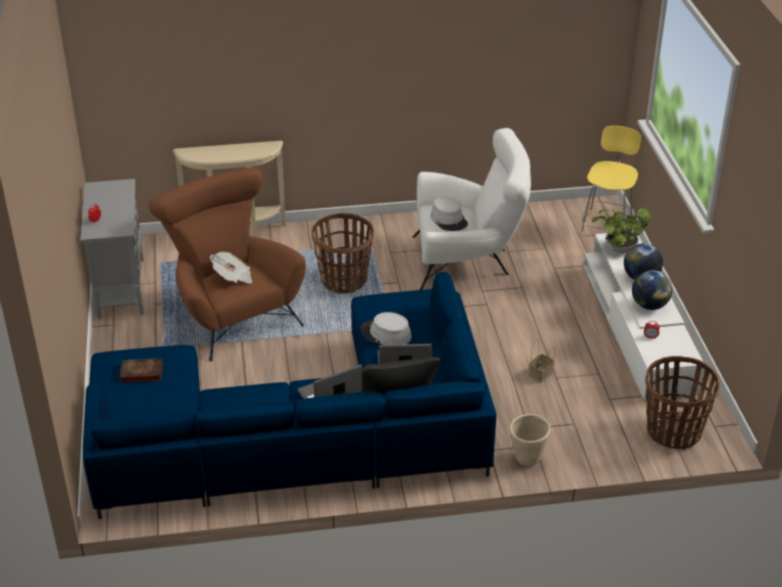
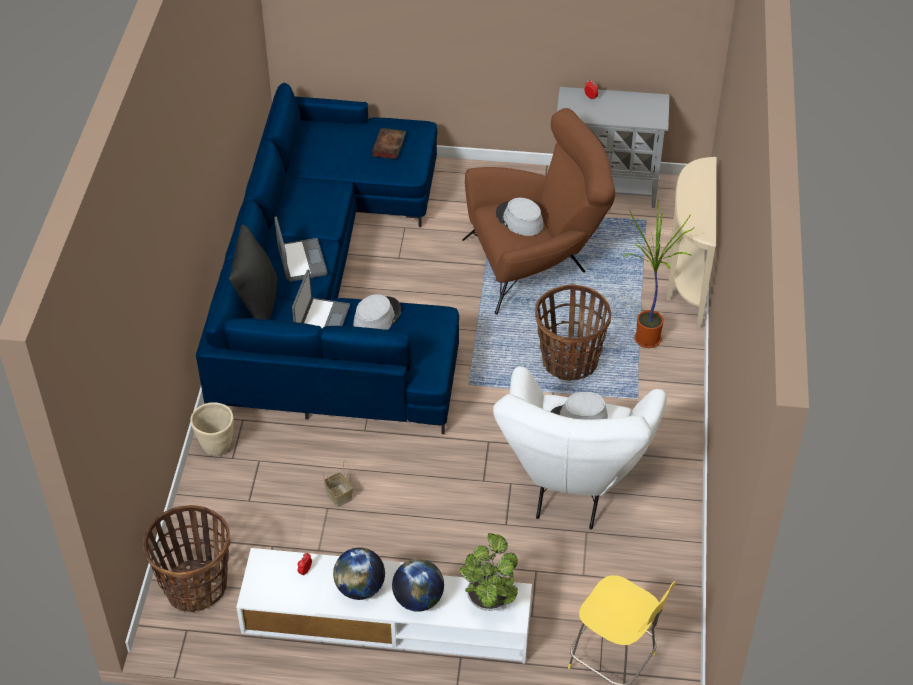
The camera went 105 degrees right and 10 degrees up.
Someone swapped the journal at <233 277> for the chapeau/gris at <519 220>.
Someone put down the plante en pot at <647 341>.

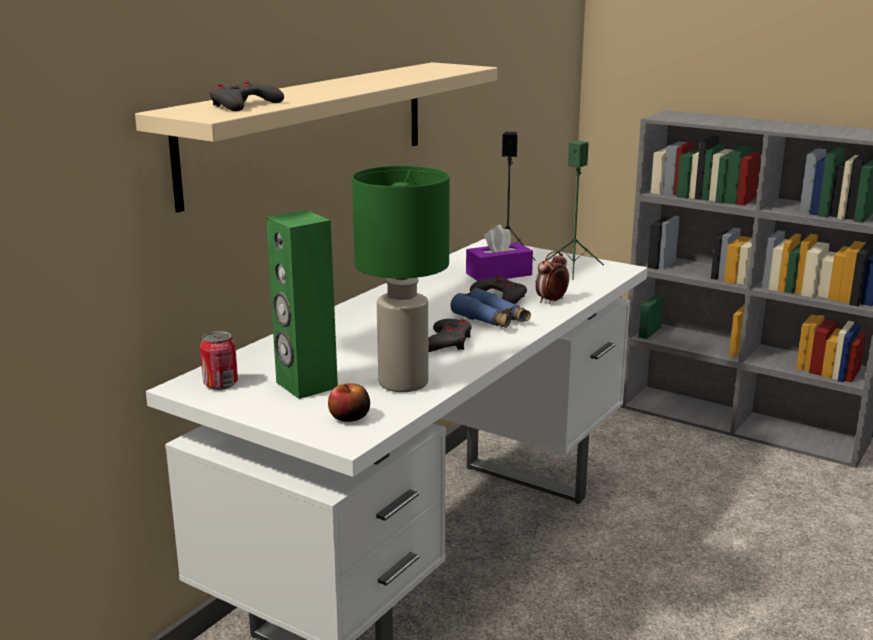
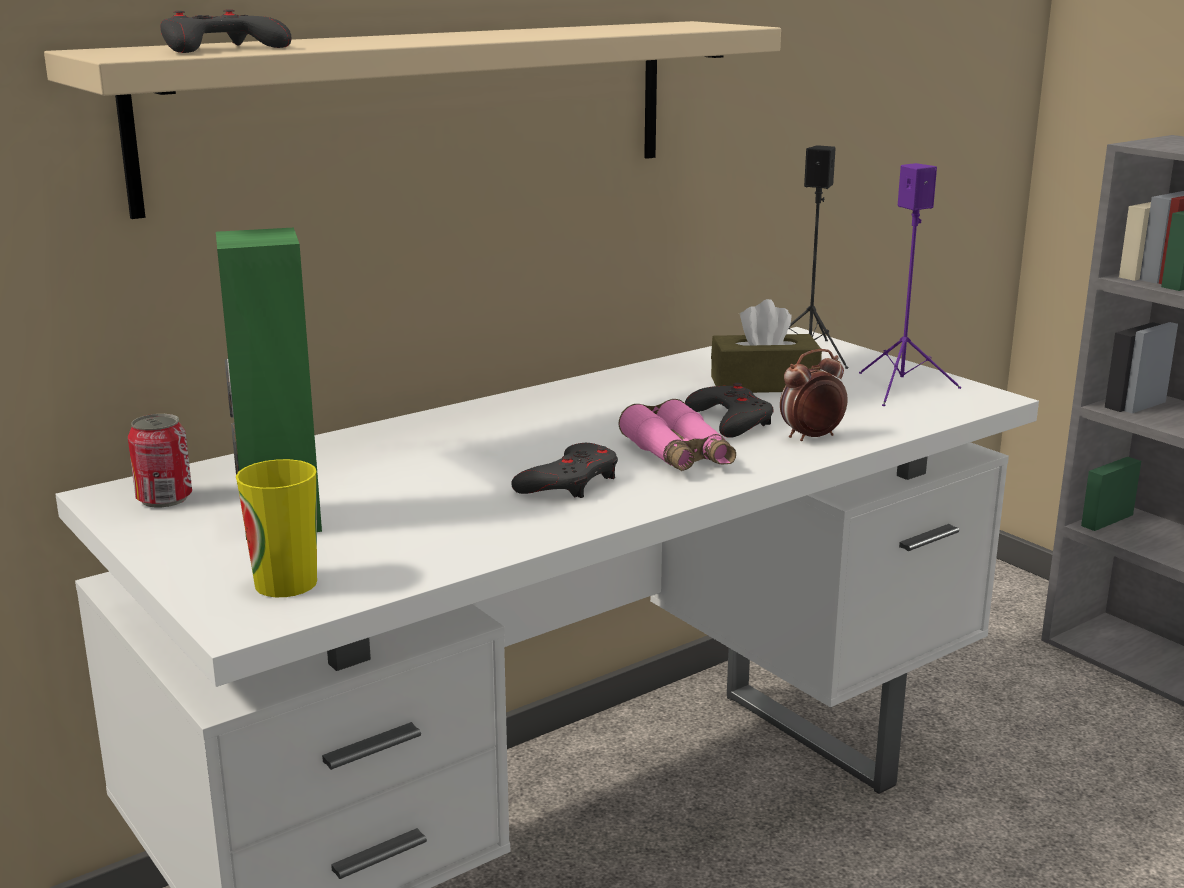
The camera went 20 degrees right and 0 degrees up.
Someone repainted the enceinte/vert at <574 268>, which became the enceinte/violet at <902 388>.
Someone took away the lampe de table/vert at <402 383>.
Someone repainted the boîte à mouchoirs/violet at <499 274>, which became the boîte à mouchoirs/marron at <764 384>.
Someone repainted the jumelles/bleu at <491 320>, which became the jumelles/rose at <678 455>.
Someone swapped the pomme at <349 417> for the tasse at <286 583>.

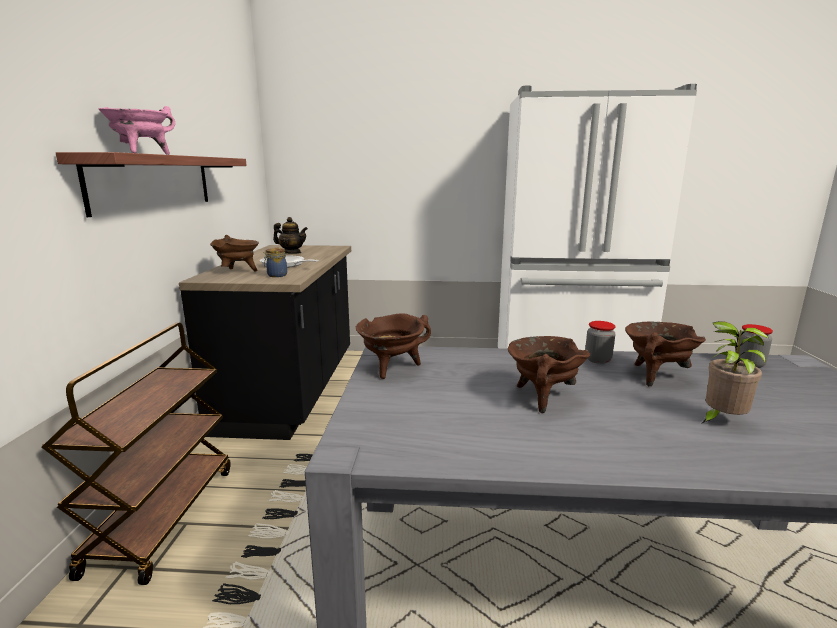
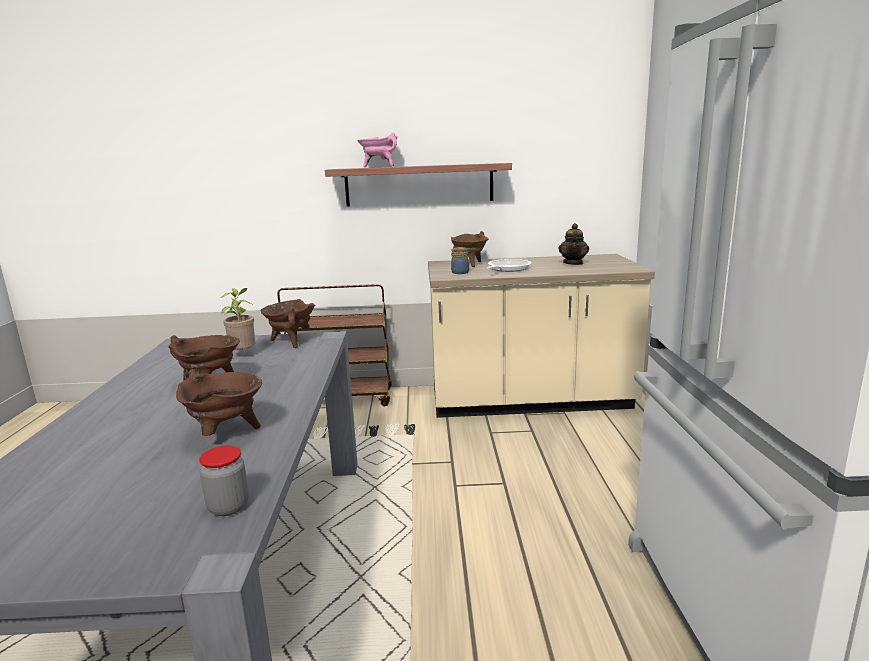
The camera went 85 degrees right and 0 degrees up.
Someone repainted the comptoir de cuisine/noir at <292 390>, which became the comptoir de cuisine/beige at <530 400>.
Someone took away the bocal at <597 360>.
Someone carried the plante en pot from <721 420> to <244 355>.

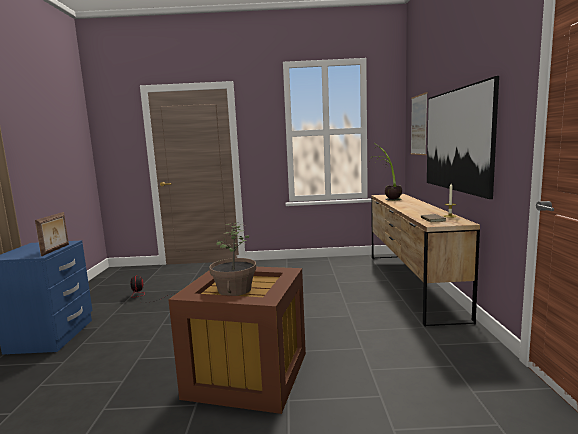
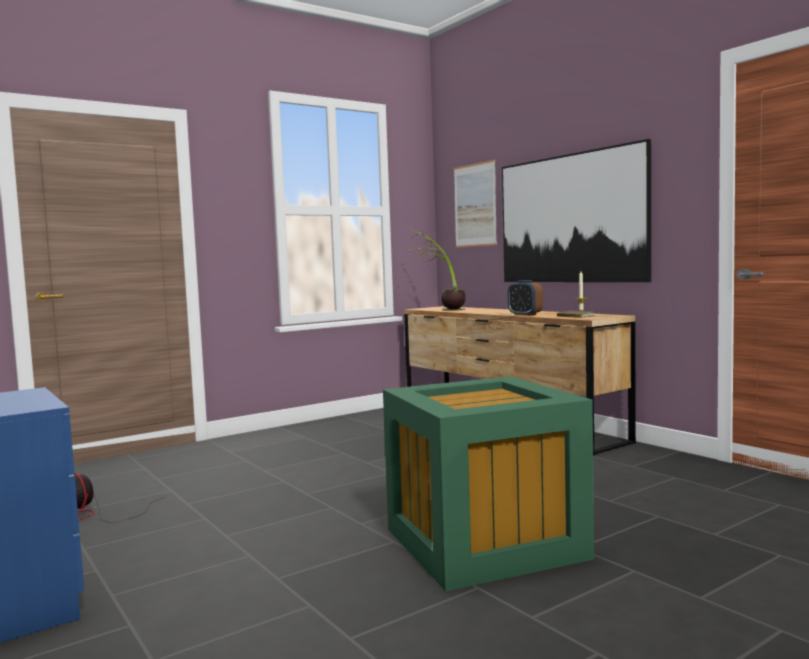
The camera went 35 degrees left and 5 degrees down.
Someone took away the cadre photo at <56 250>.
Someone took away the plante en pot at <234 290>.
Someone repainted the boîte de rangement/marron at <247 373>, which became the boîte de rangement/vert at <481 543>.
Someone put down the réveil at <525 315>.

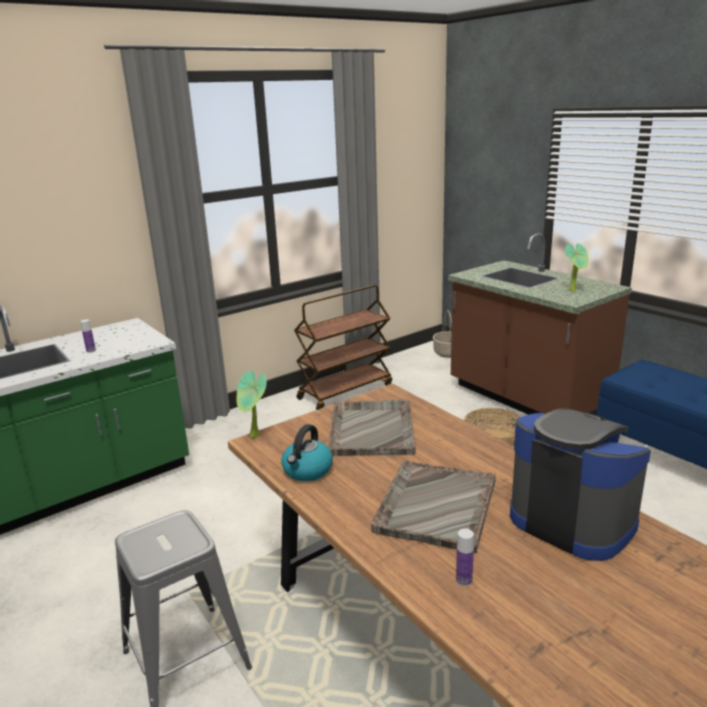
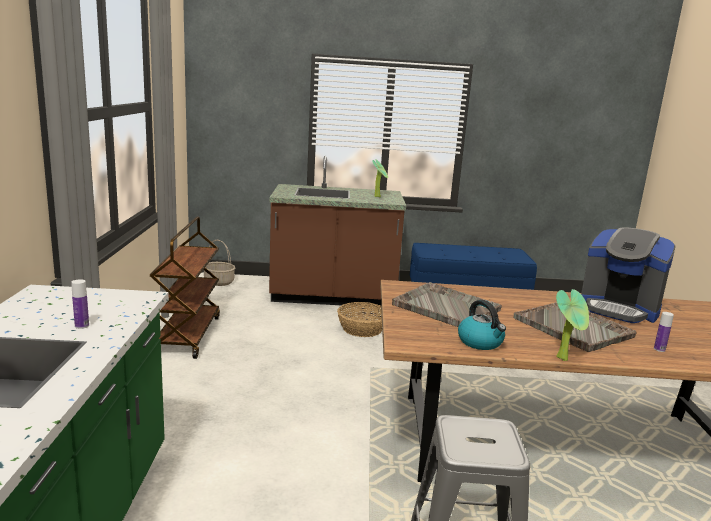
The camera went 55 degrees left and 5 degrees down.
Someone carried the plante en pot from <255 437> to <565 358>.
Someone rotated the machine à café at <571 520> by 135 degrees counterclockwise.

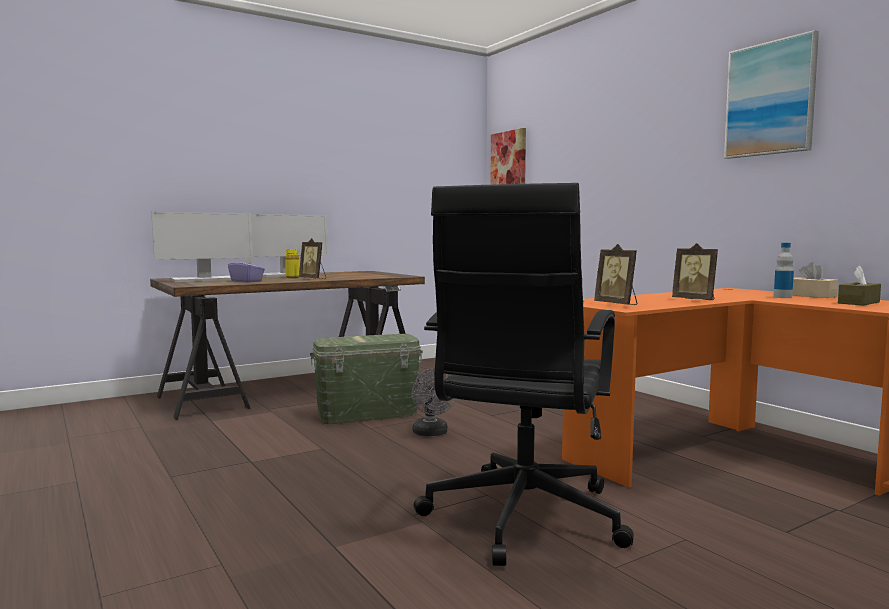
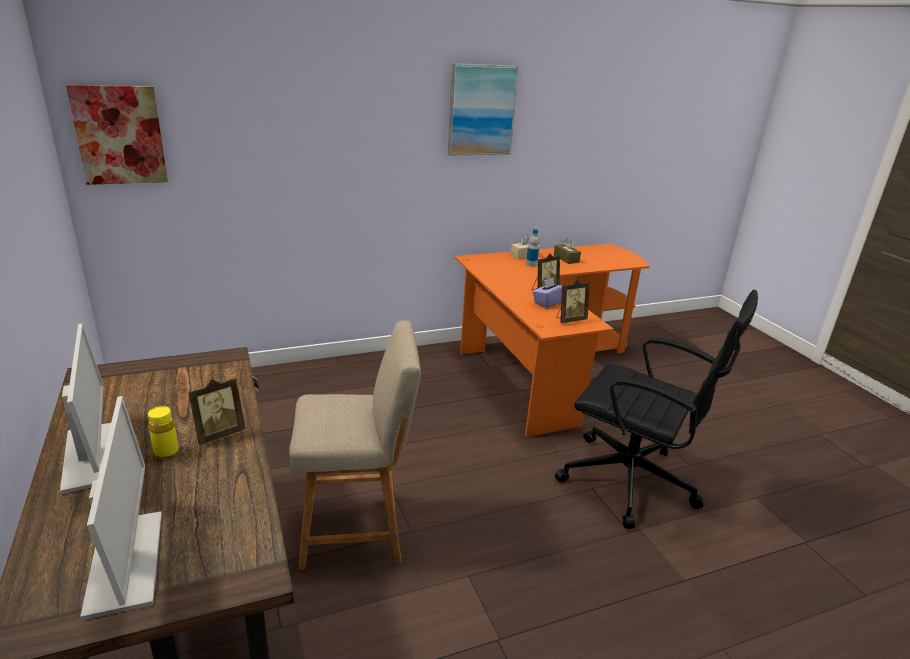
The camera went 80 degrees left and 20 degrees up.
Someone carried the boîte à mouchoirs/violet from <247 281> to <548 302>.
Someone swapped the boîte de rangement/vert at <367 414> for the chaise/beige at <357 528>.
Someone took away the ventilateur/gris at <432 433>.

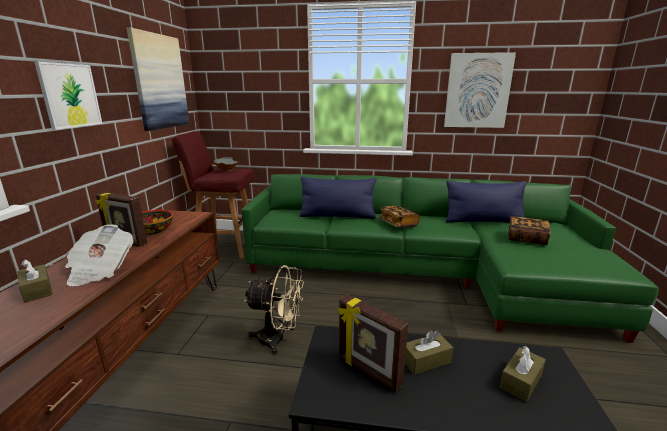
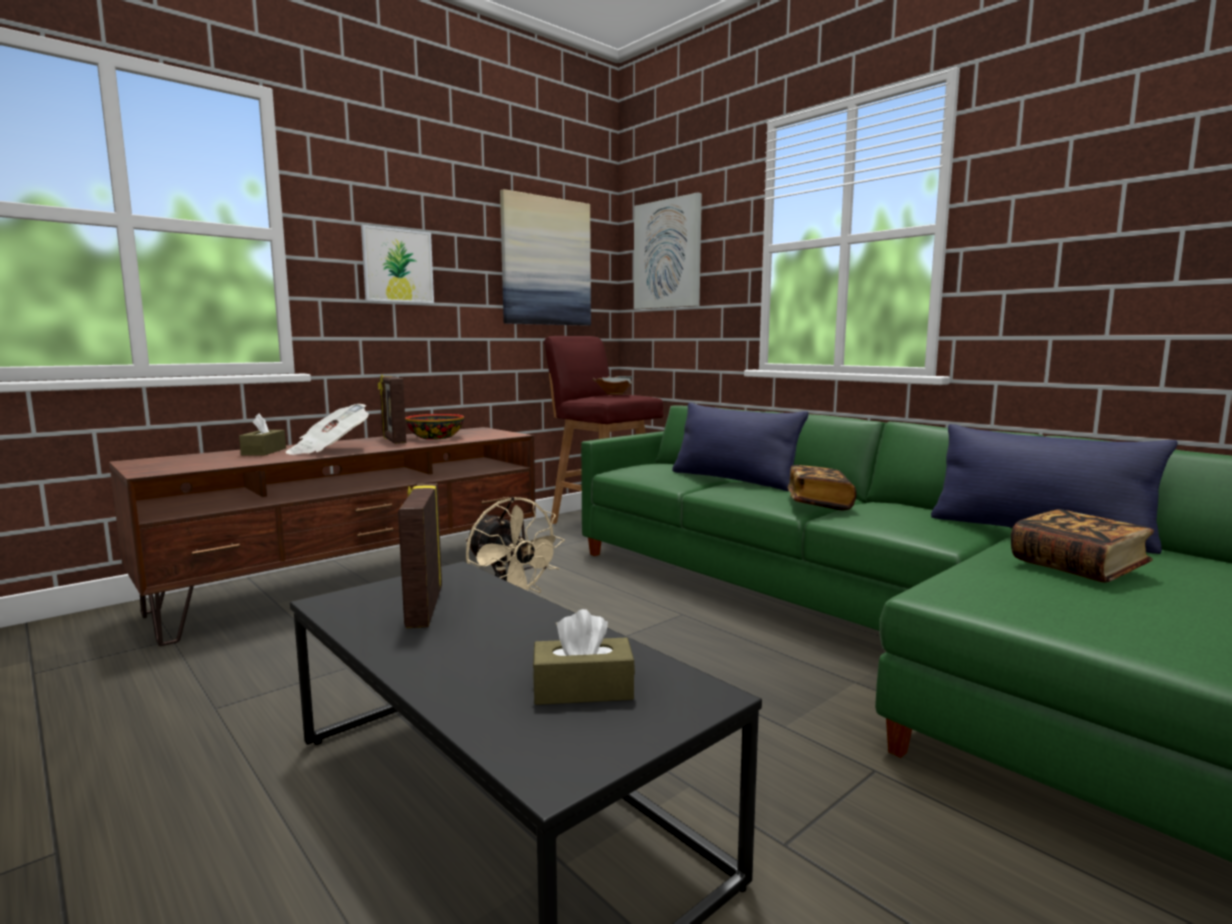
The camera went 40 degrees right and 10 degrees down.
Someone carried the tableau from <477 91> to <668 254>.
Someone took away the boîte à mouchoirs/marron at <426 361>.

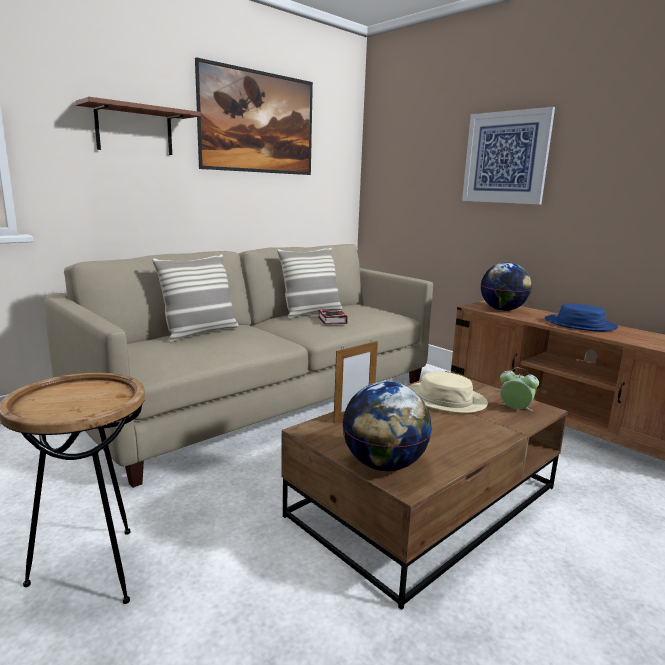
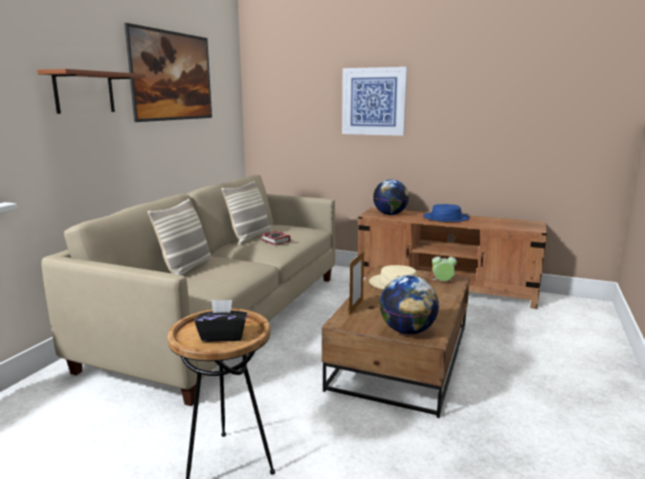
The camera went 25 degrees left and 0 degrees up.
Someone put down the boîte à mouchoirs/noir at <223 336>.

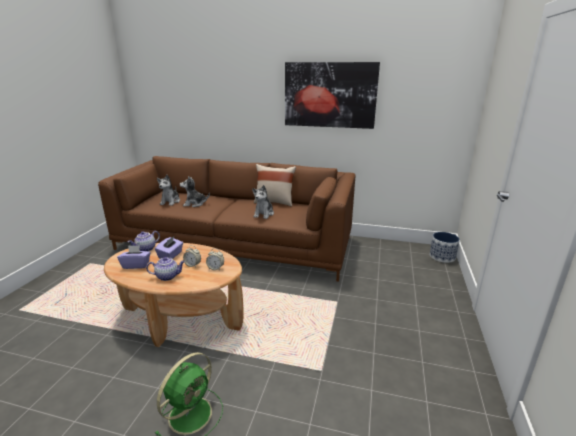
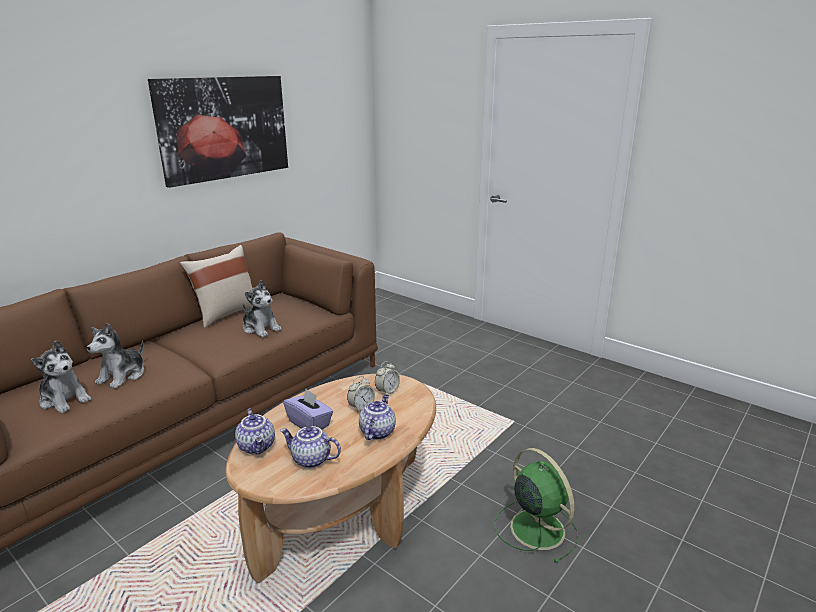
The camera went 65 degrees left and 0 degrees up.
Someone took away the cache-pot at <442 257>.
Someone swapped the boîte à mouchoirs/violet at <136 265> for the théière at <310 460>.

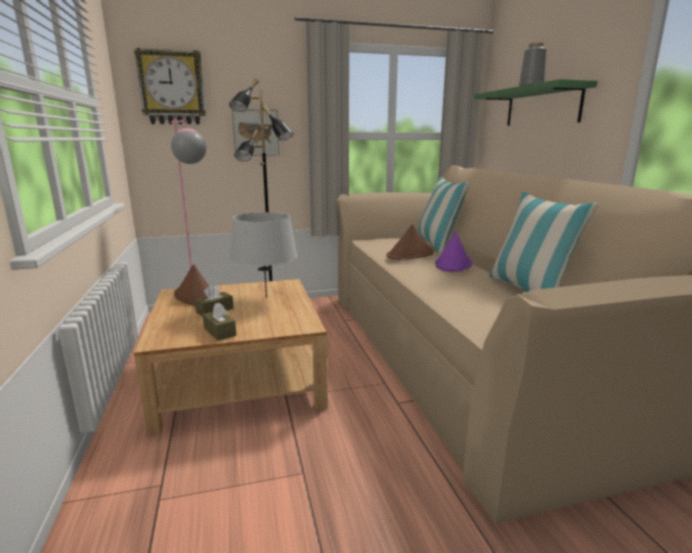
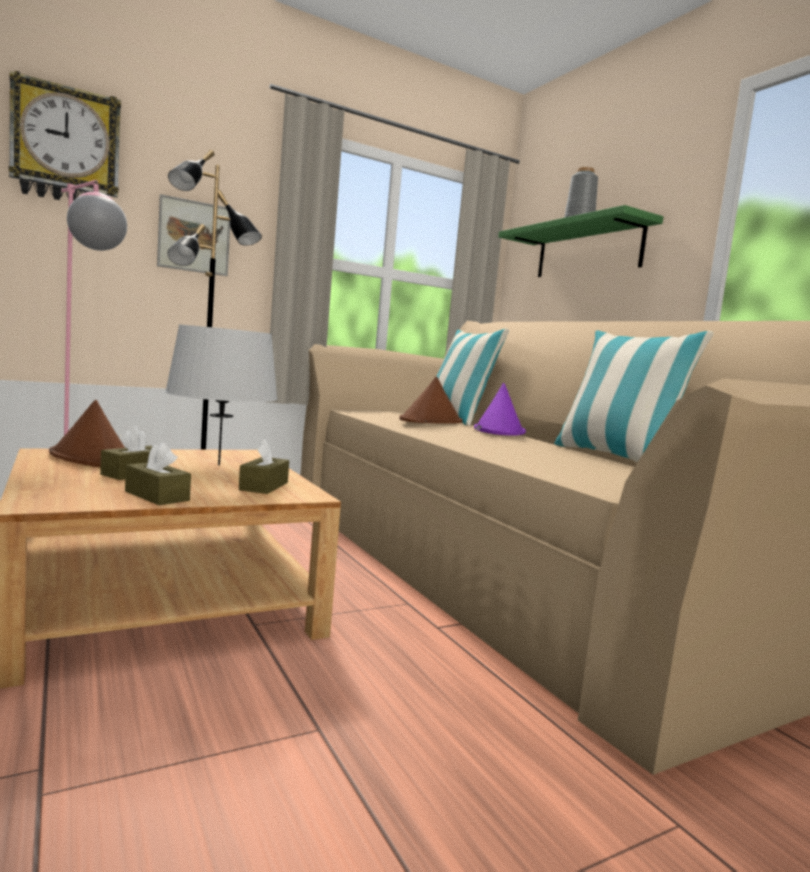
The camera went 15 degrees left and 10 degrees down.
Someone put down the boîte à mouchoirs/marron at <264 486>.

